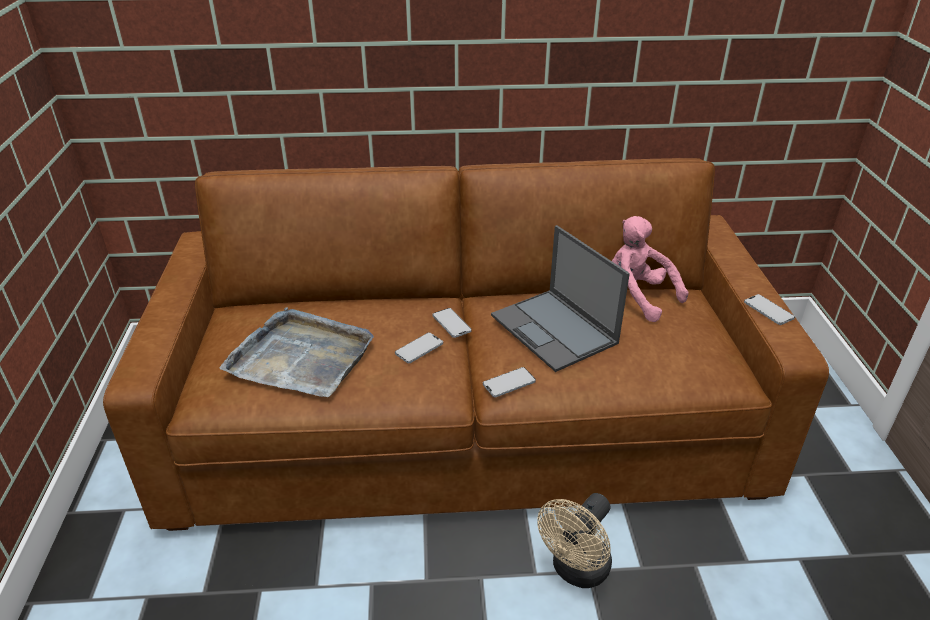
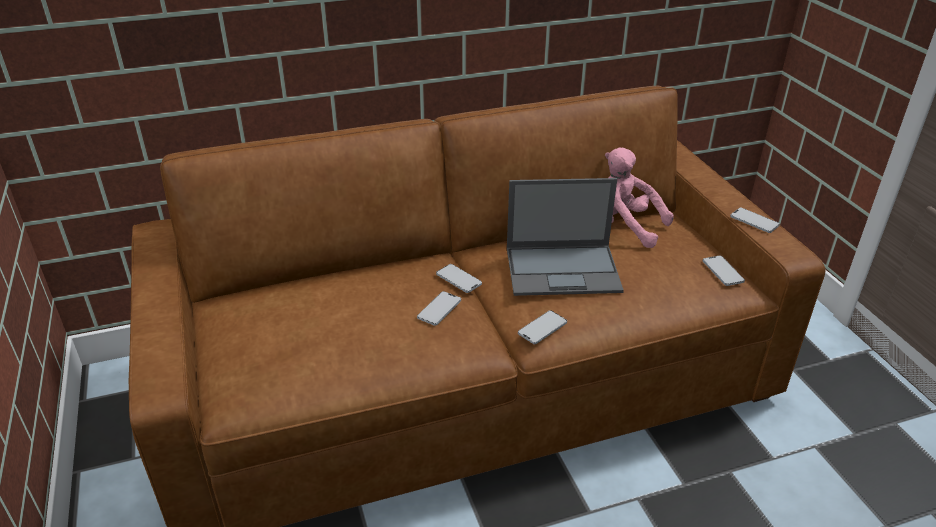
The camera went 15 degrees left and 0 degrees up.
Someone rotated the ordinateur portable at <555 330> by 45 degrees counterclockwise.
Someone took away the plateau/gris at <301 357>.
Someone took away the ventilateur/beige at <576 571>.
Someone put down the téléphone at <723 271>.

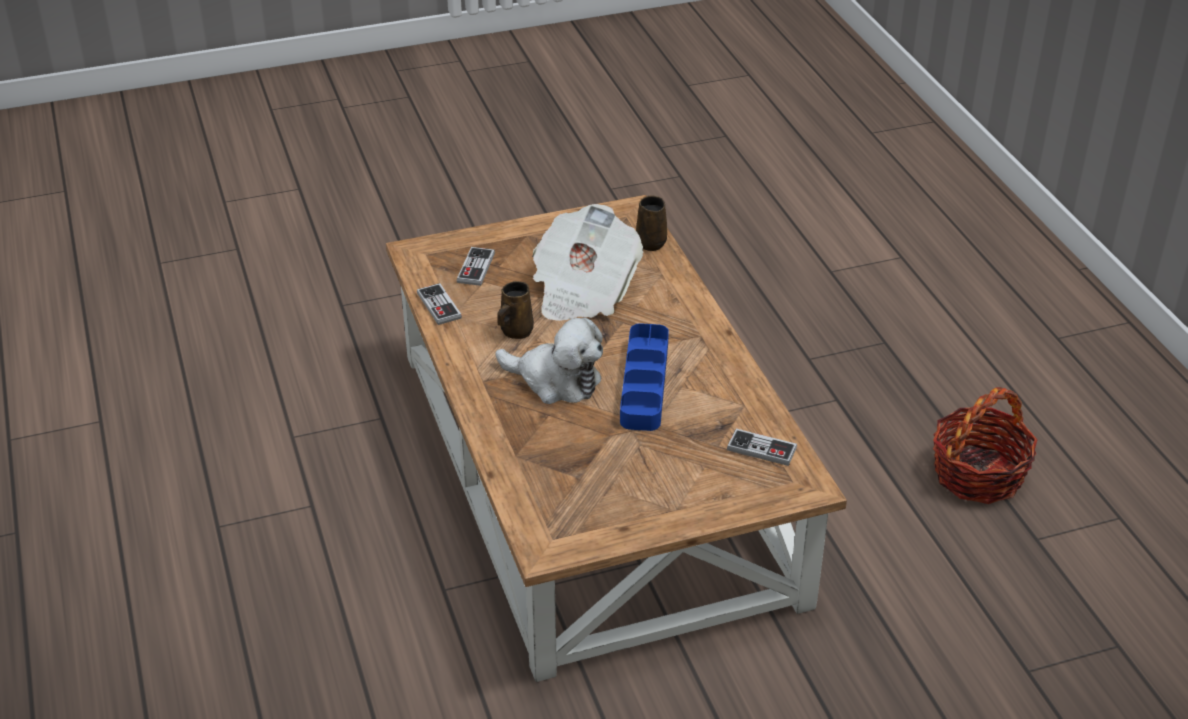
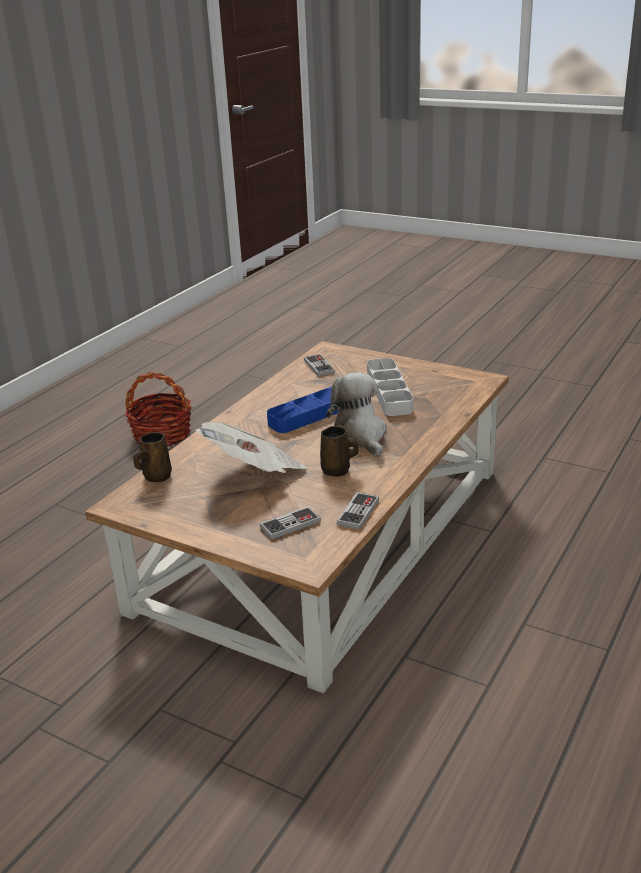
The camera went 130 degrees left and 10 degrees down.
Someone put down the plateau/gris at <389 391>.

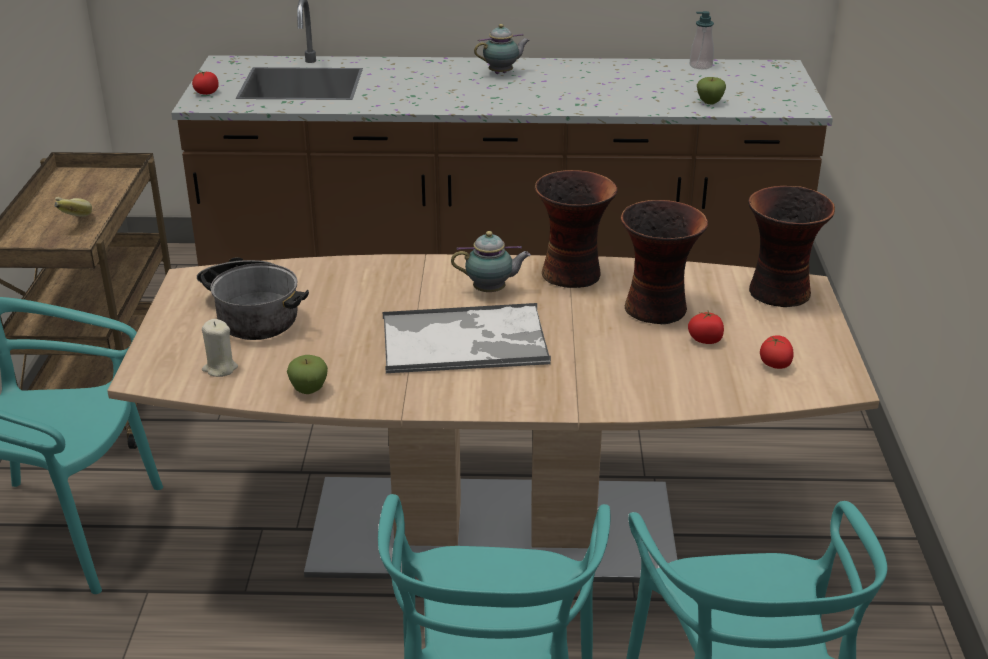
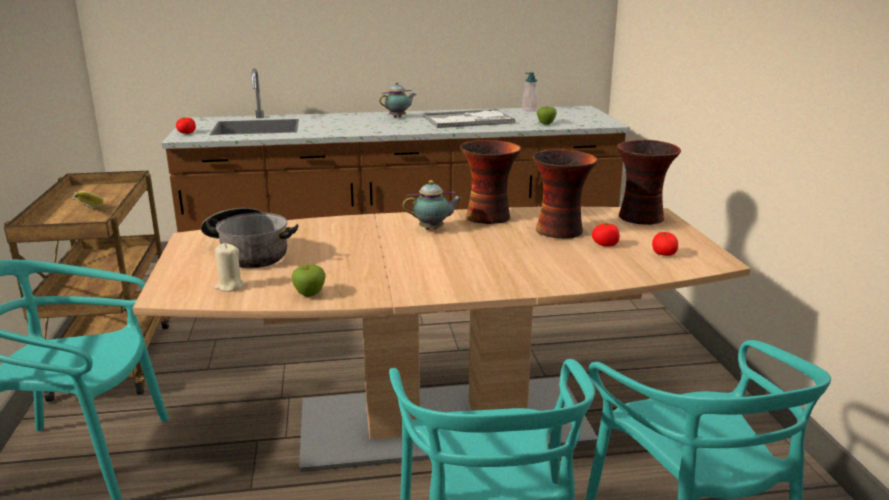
The camera went 10 degrees left and 10 degrees down.
Someone carried the plateau from <466 341> to <469 120>.

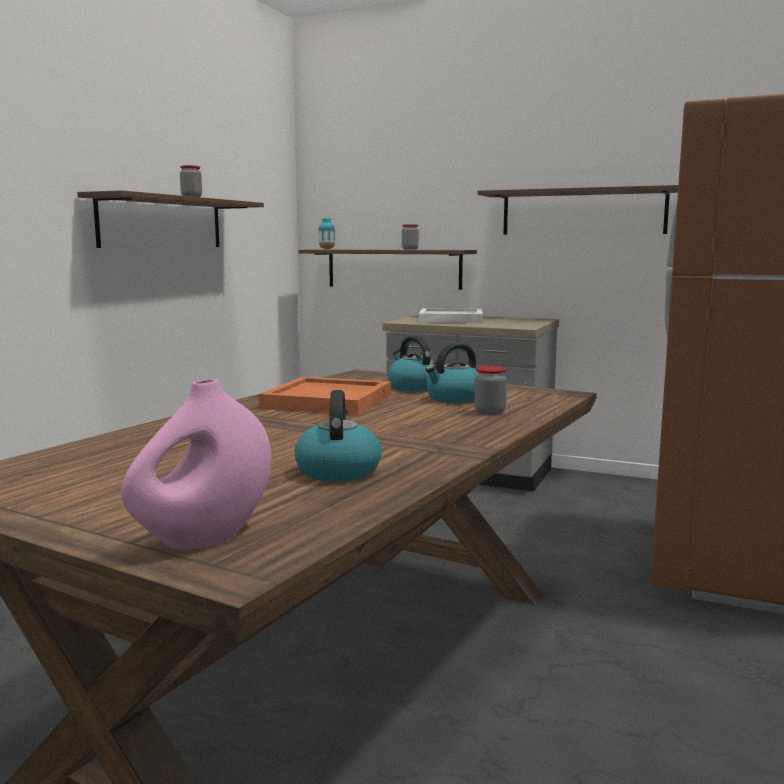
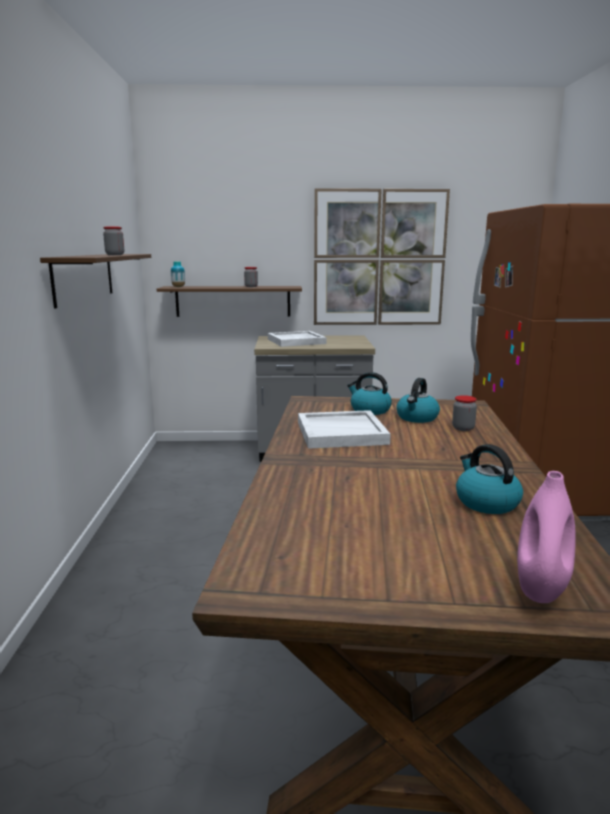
The camera went 25 degrees left and 5 degrees up.
Someone swapped the étagère/marron at <583 212> for the tableau at <379 258>.
Someone repainted the plateau/orange at <329 401>, which became the plateau/blanc at <342 433>.

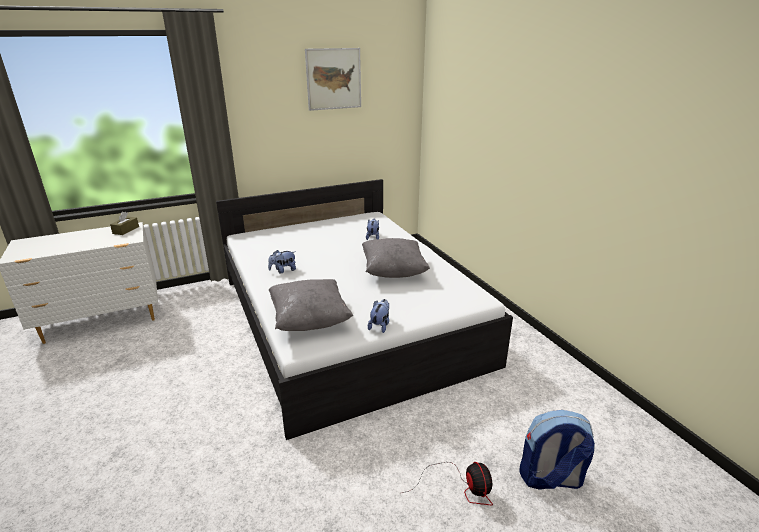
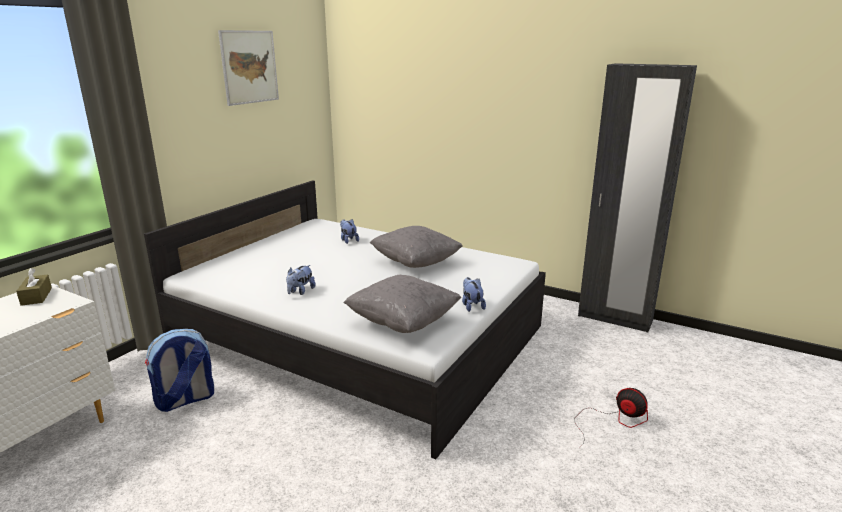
The camera went 35 degrees left and 5 degrees down.
Someone carried the sac à dos from <550 479> to <185 400>.
Someone put down the armoire/noir at <614 318>.

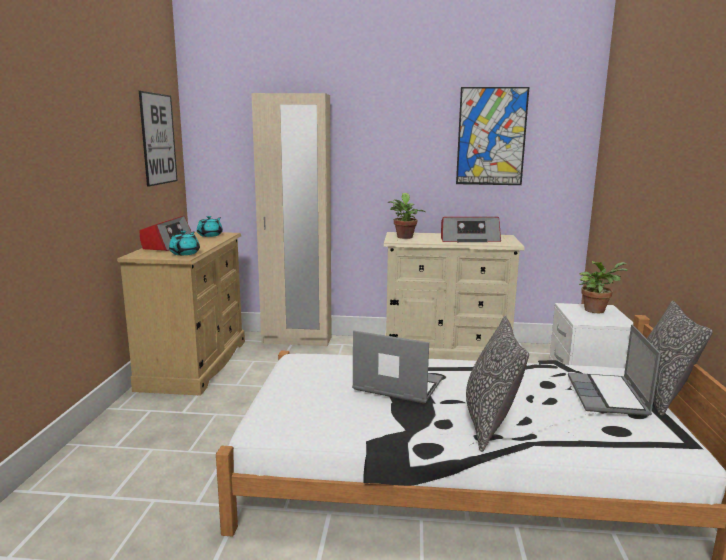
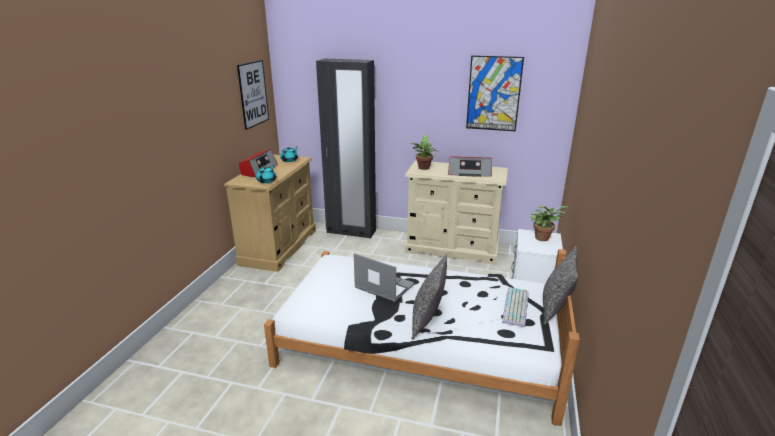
The camera went 10 degrees right and 10 degrees up.
Someone repainted the armoire/beige at <296 340>, which became the armoire/noir at <351 232>.
Someone swapped the ordinateur portable at <608 396> for the clavier at <517 307>.

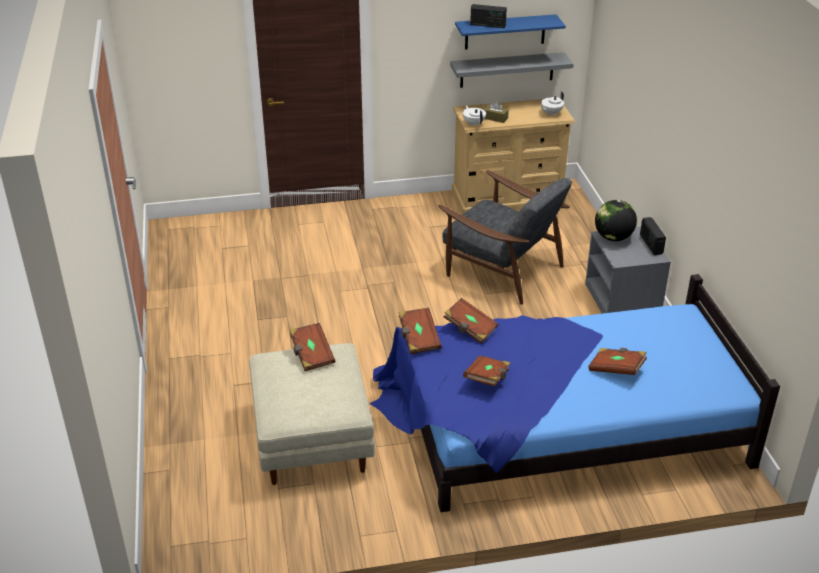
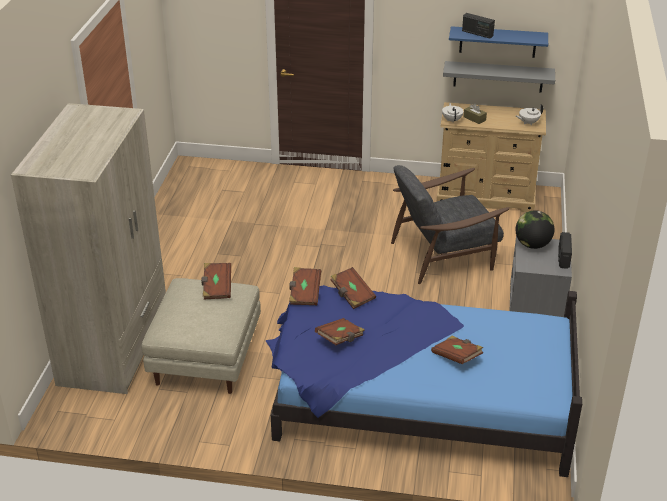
The camera went 20 degrees right and 0 degrees up.
Someone rotated the fauteuil/gris at <502 269> by 105 degrees clockwise.
Someone put down the armoire/beige at <115 346>.

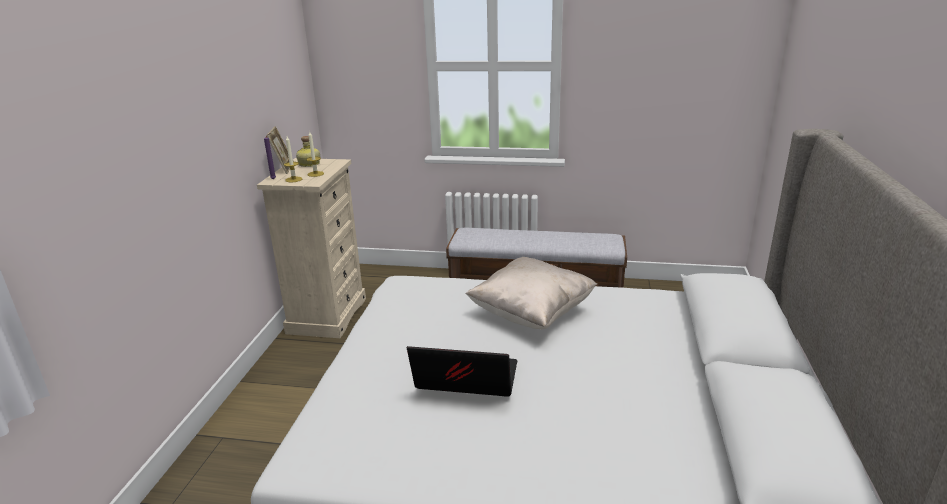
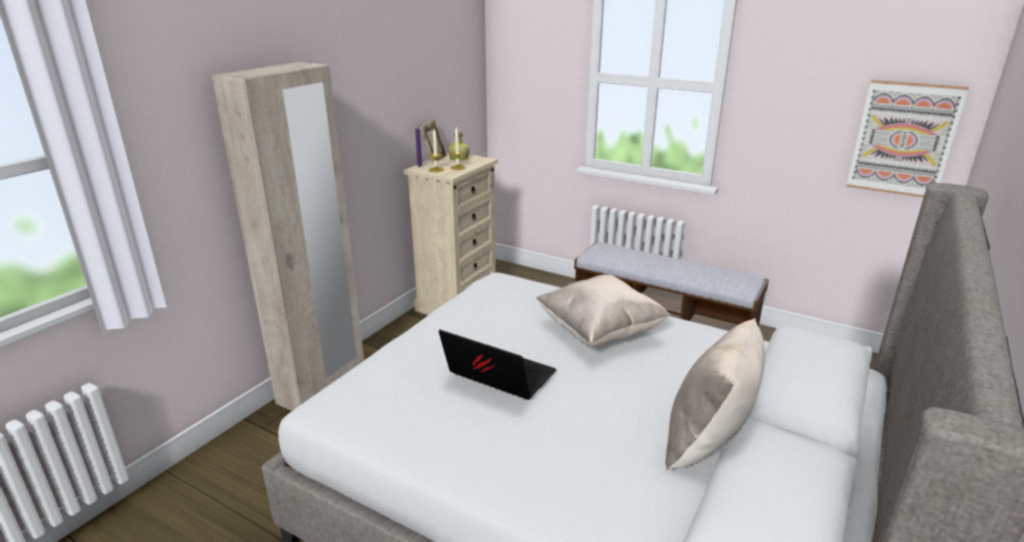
The camera went 20 degrees right and 0 degrees up.
Someone put down the armoire/beige at <322 387>.
Someone put up the tableau at <903 139>.
Someone put down the coussin/beige at <708 441>.

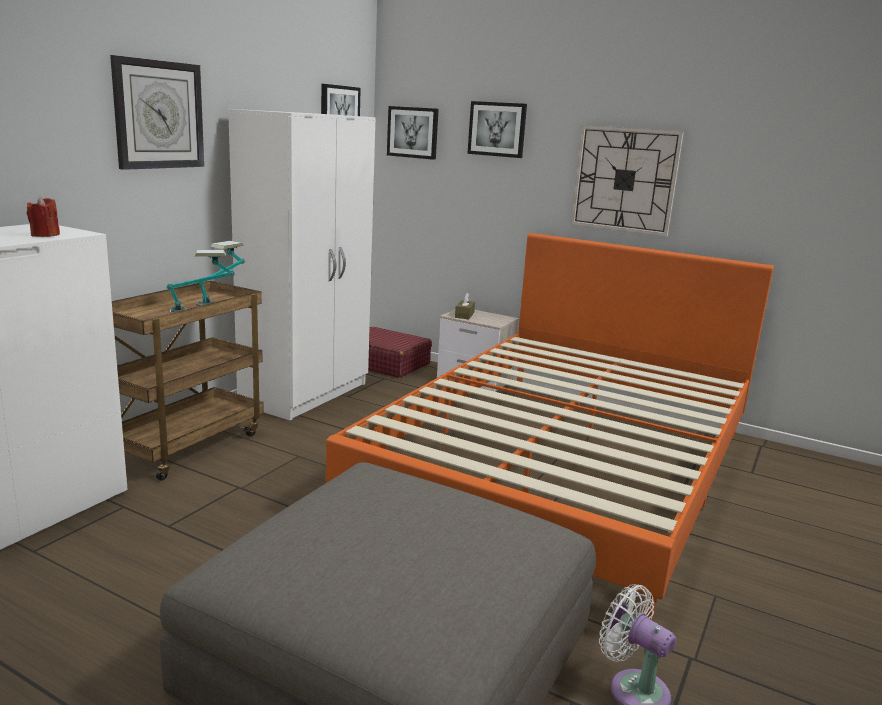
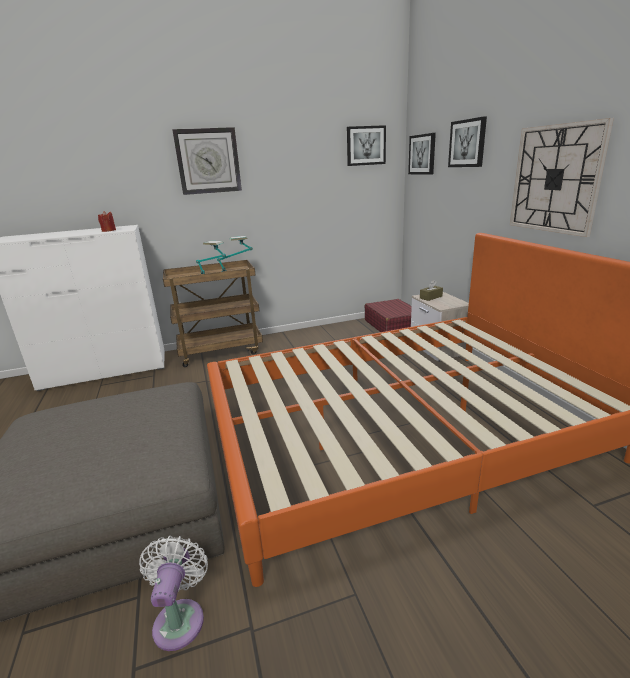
The camera went 45 degrees right and 5 degrees up.
Someone took away the armoire/blanc at <307 393>.

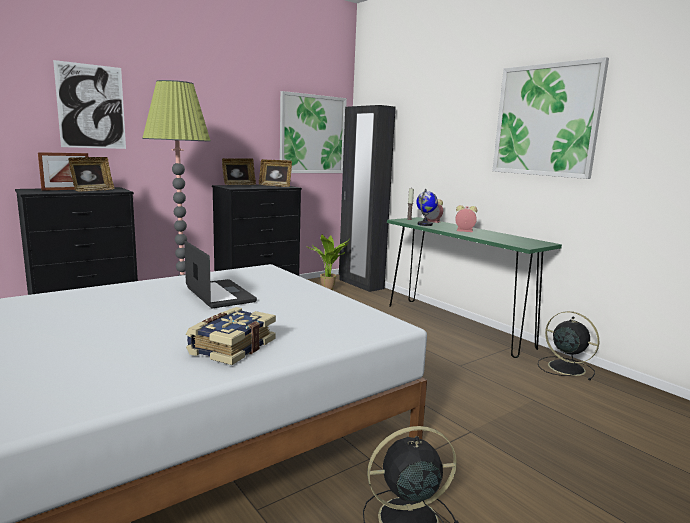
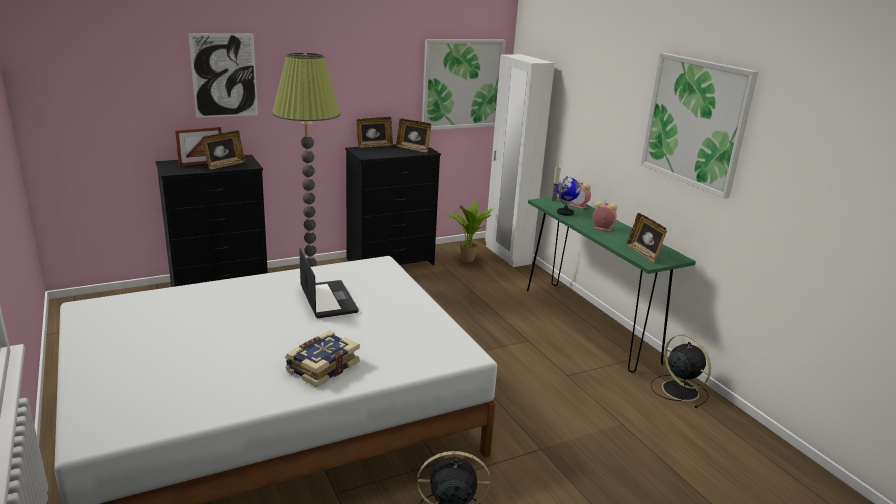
The camera went 10 degrees right and 10 degrees up.
Someone repainted the armoire/noir at <360 284>, which became the armoire/blanc at <507 255>.
Someone put down the cadre photo at <643 253>.

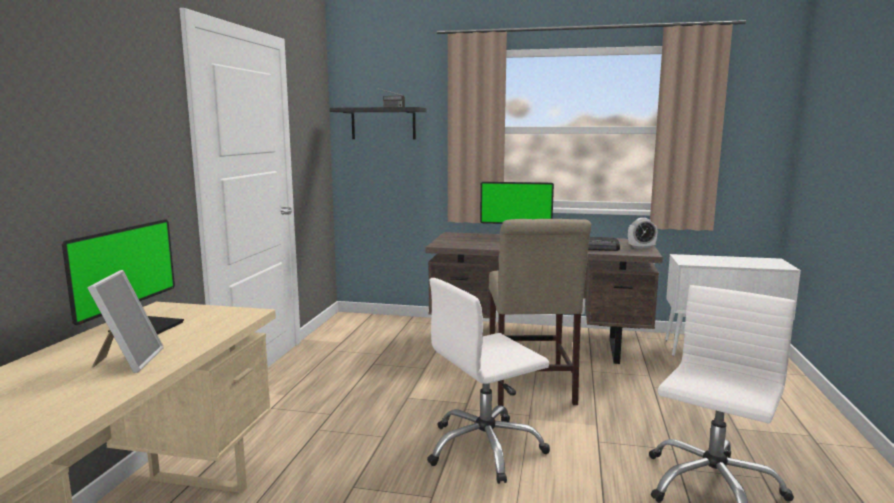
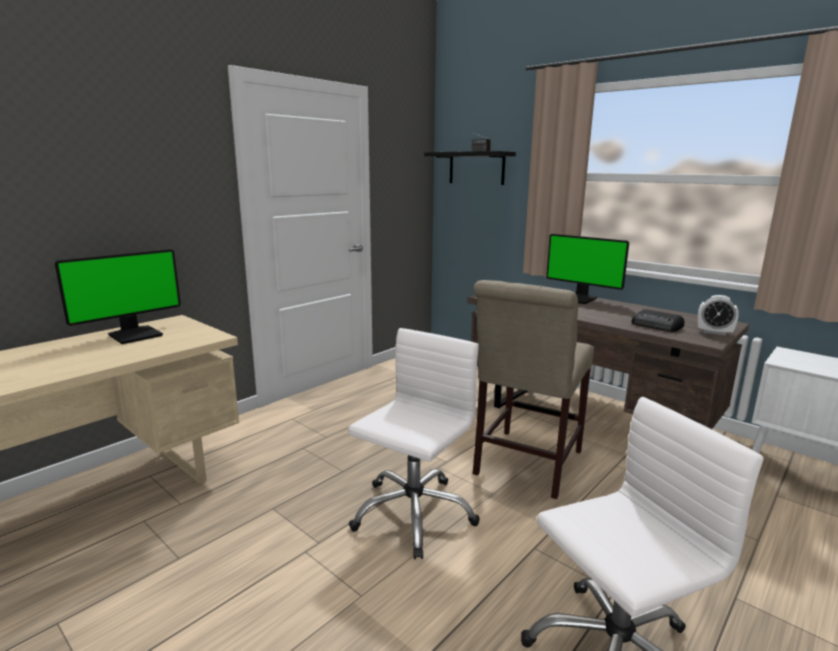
The camera went 30 degrees right and 5 degrees up.
Someone took away the cadre photo at <128 361>.
Someone rotated the chaise de bureau/blanc at <485 448> by 120 degrees clockwise.

